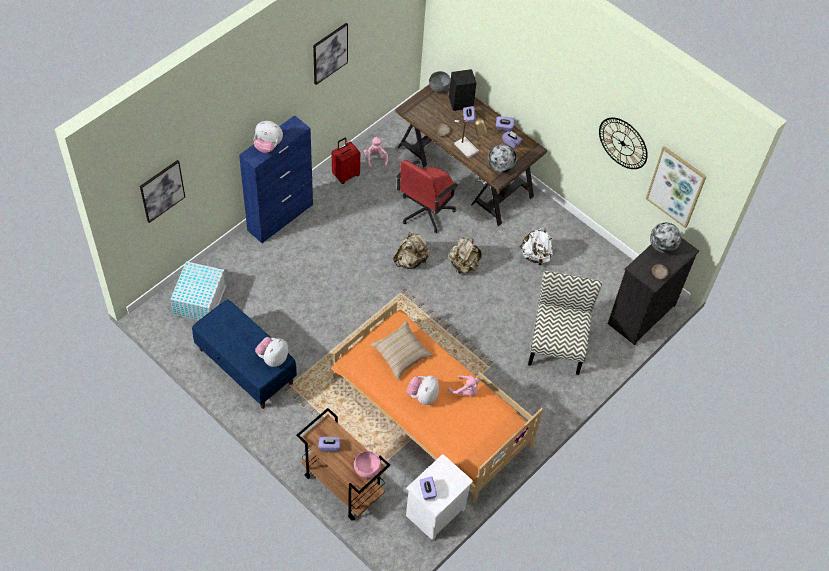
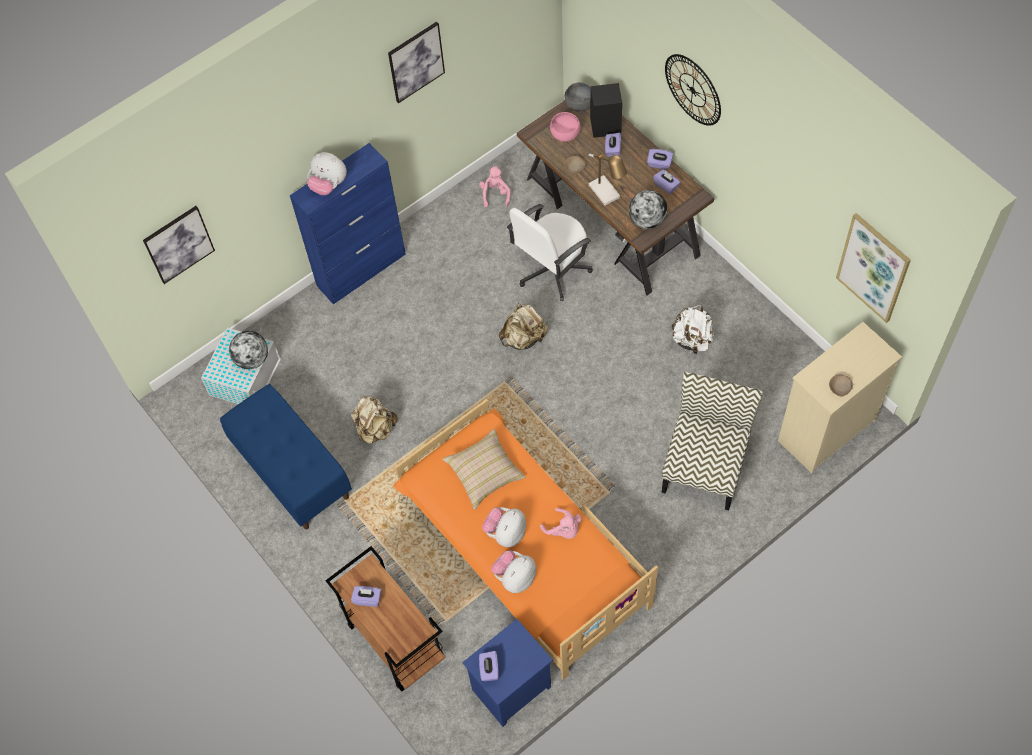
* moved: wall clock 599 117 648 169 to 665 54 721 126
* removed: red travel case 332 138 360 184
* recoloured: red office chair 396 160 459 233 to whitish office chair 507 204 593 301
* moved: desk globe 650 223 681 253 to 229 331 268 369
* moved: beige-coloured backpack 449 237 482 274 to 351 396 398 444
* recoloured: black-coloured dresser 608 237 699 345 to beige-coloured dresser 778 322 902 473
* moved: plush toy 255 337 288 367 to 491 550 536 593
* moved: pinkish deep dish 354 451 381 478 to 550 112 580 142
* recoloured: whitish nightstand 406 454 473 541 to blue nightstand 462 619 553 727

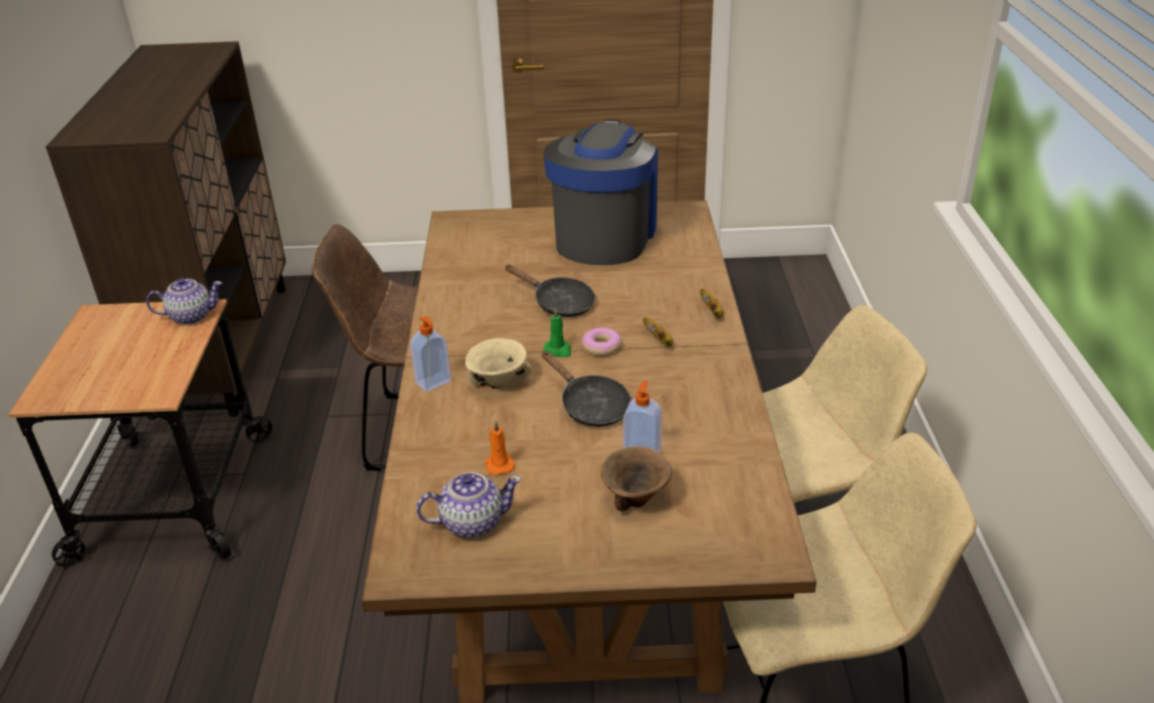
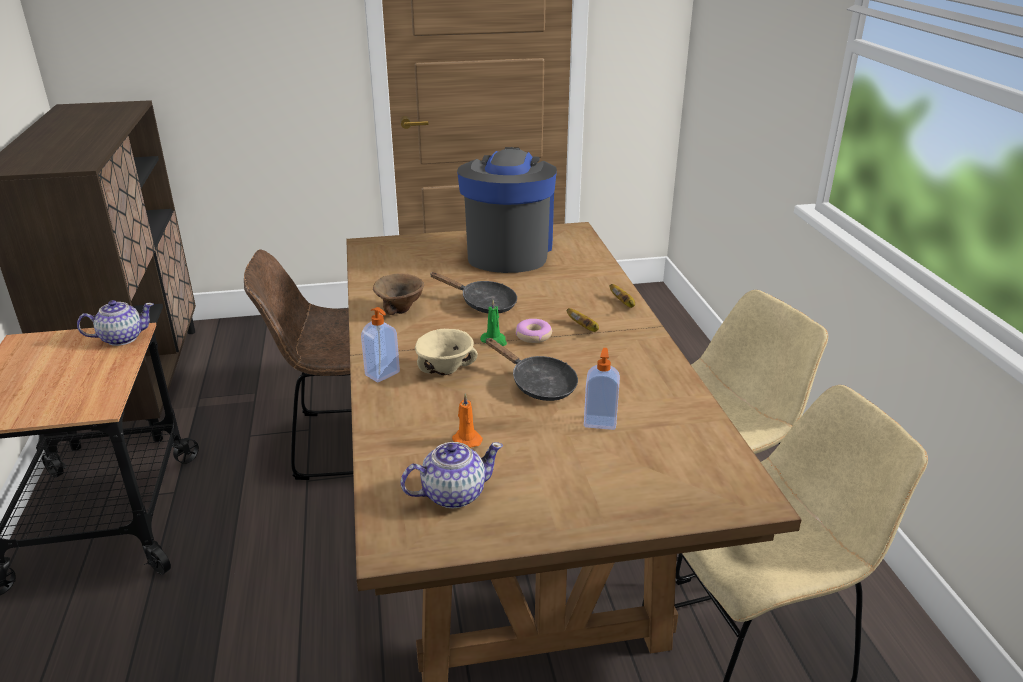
* moved: brownish deep dish 601 446 672 512 to 373 273 424 315

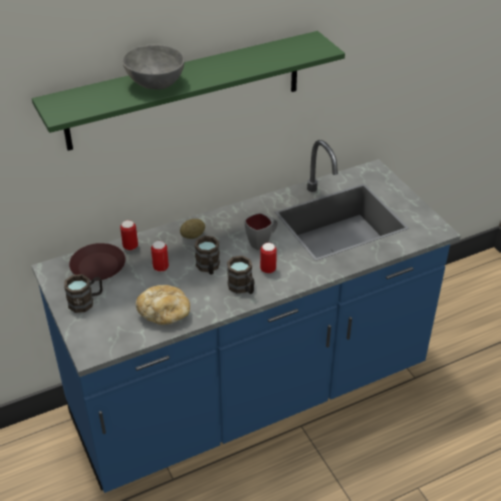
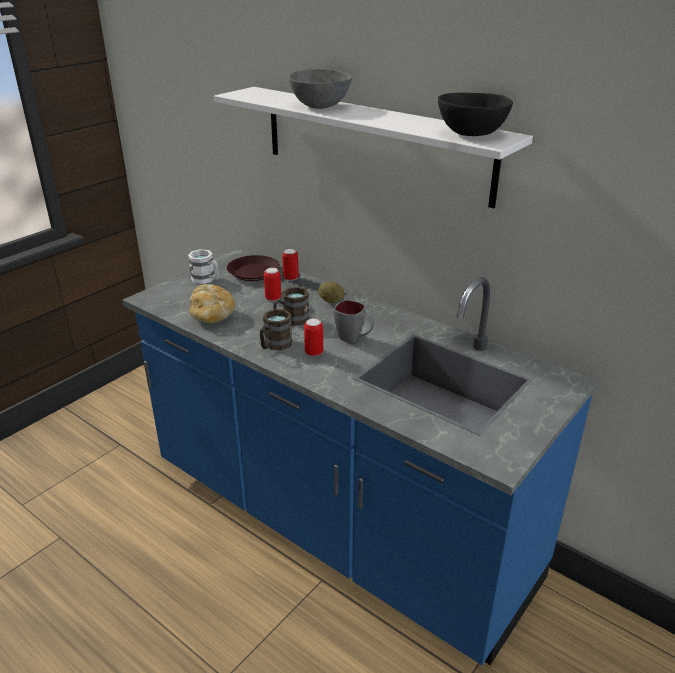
* recoloured: green bracket shelf 32 31 345 151 to whitish bracket shelf 214 87 533 208
* recoloured: brownish mug 64 274 103 313 to whitish mug 188 249 219 284
* added: black-coloured deep dish 438 92 513 136

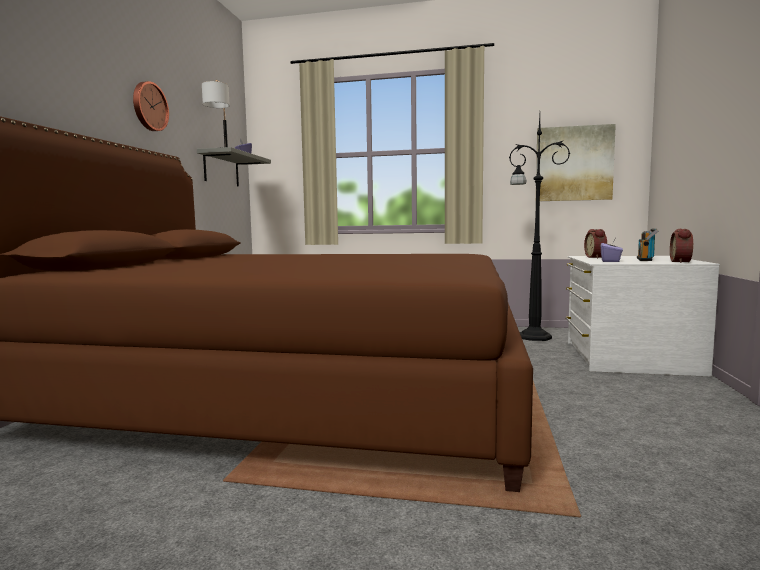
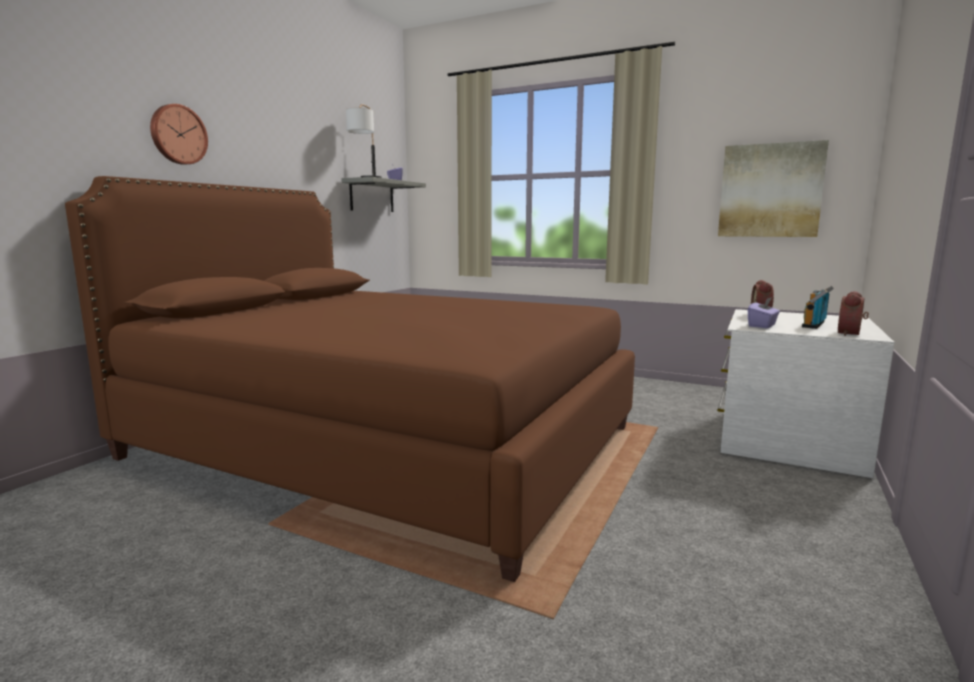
* moved: wall clock 133 81 169 131 to 150 104 208 165
* removed: black-coloured floor lamp 509 115 570 341

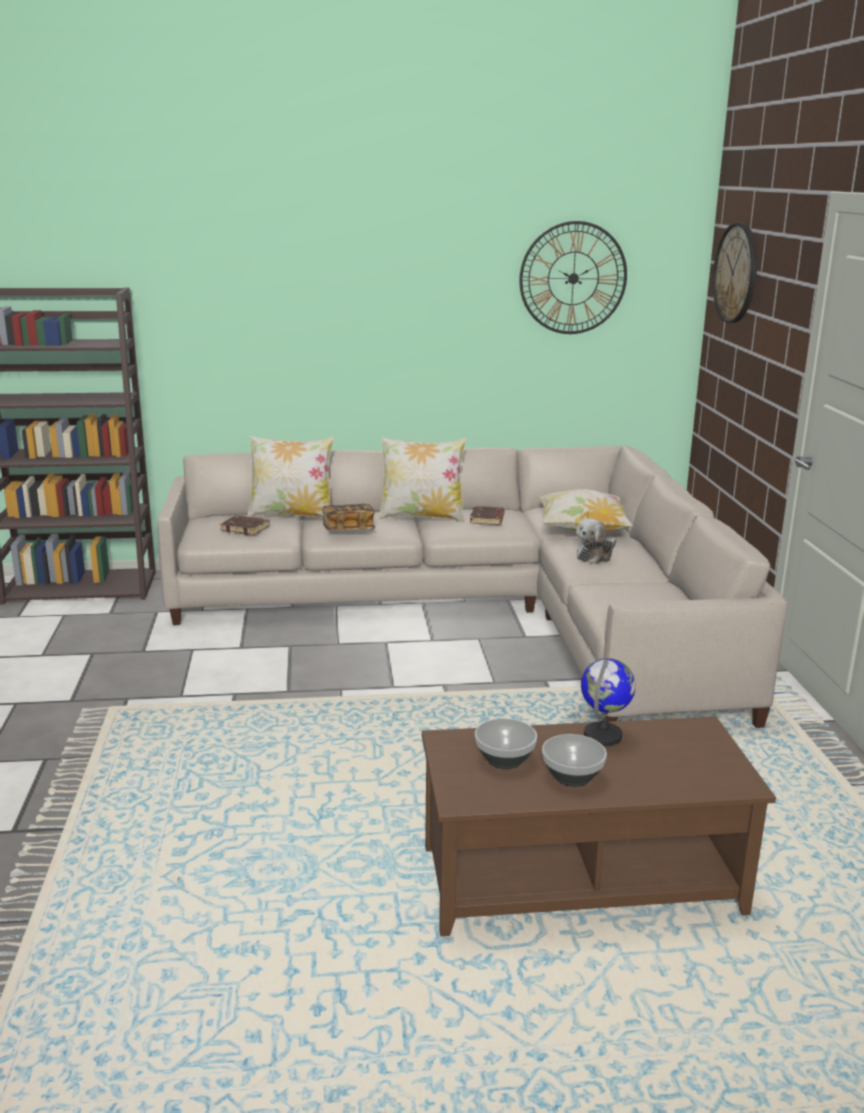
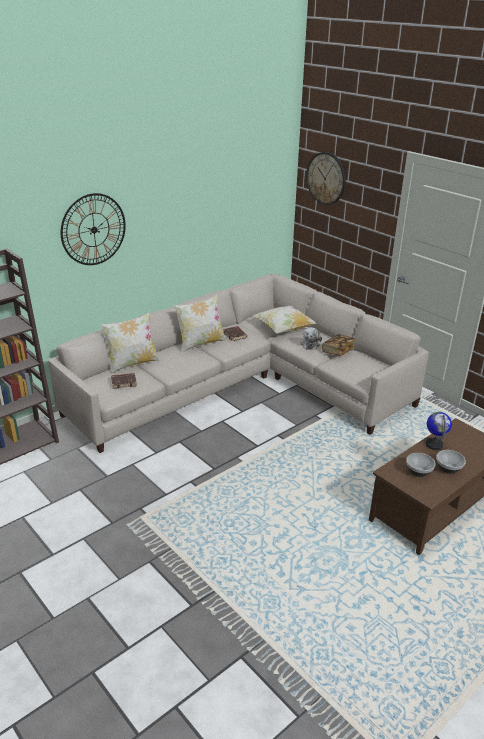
* moved: wall clock 519 221 627 334 to 61 193 126 265
* moved: book 322 504 375 530 to 322 334 356 356

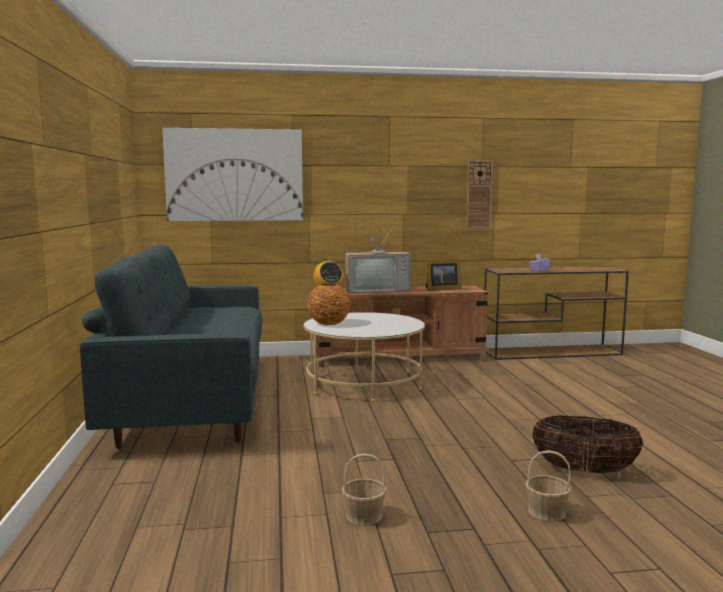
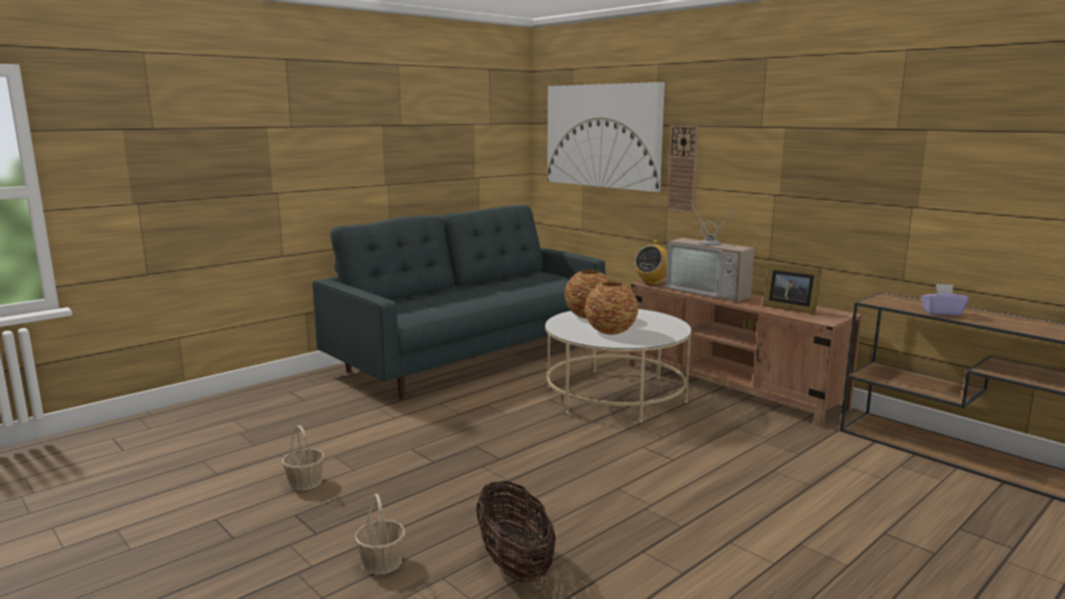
* moved: wall clock 466 161 493 229 to 667 125 699 214
* added: vase 585 282 638 335

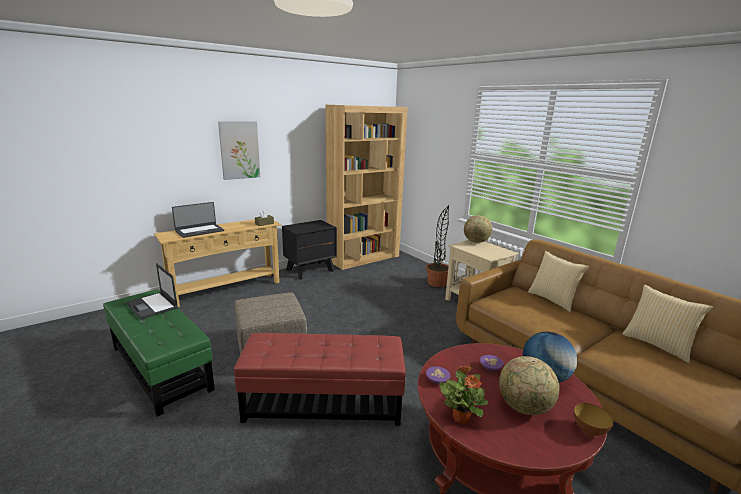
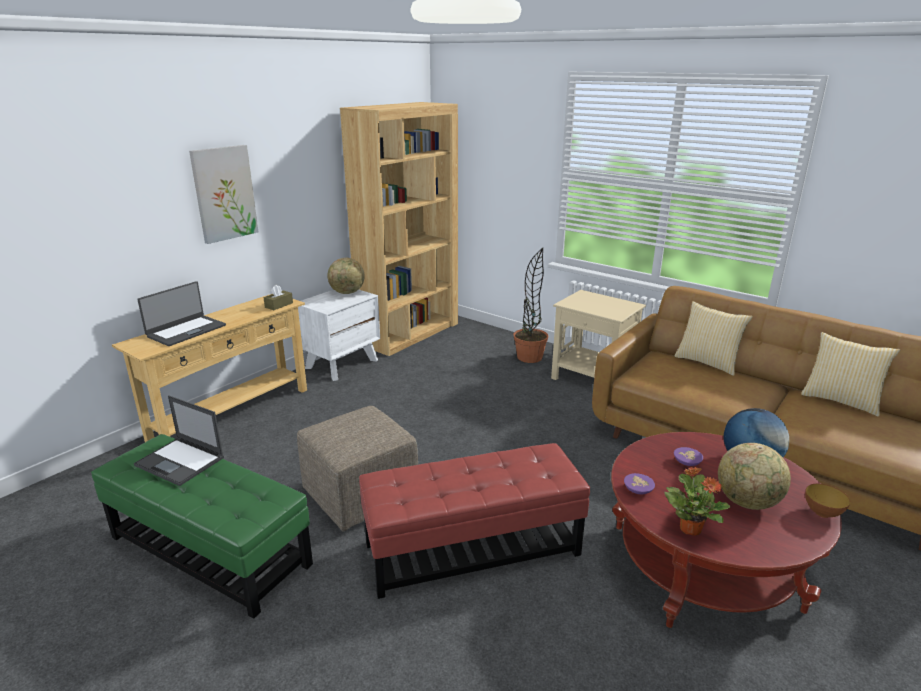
* moved: desk globe 464 215 493 243 to 327 258 365 294
* recoloured: black-coloured nightstand 282 220 337 280 to whitish nightstand 298 289 380 381

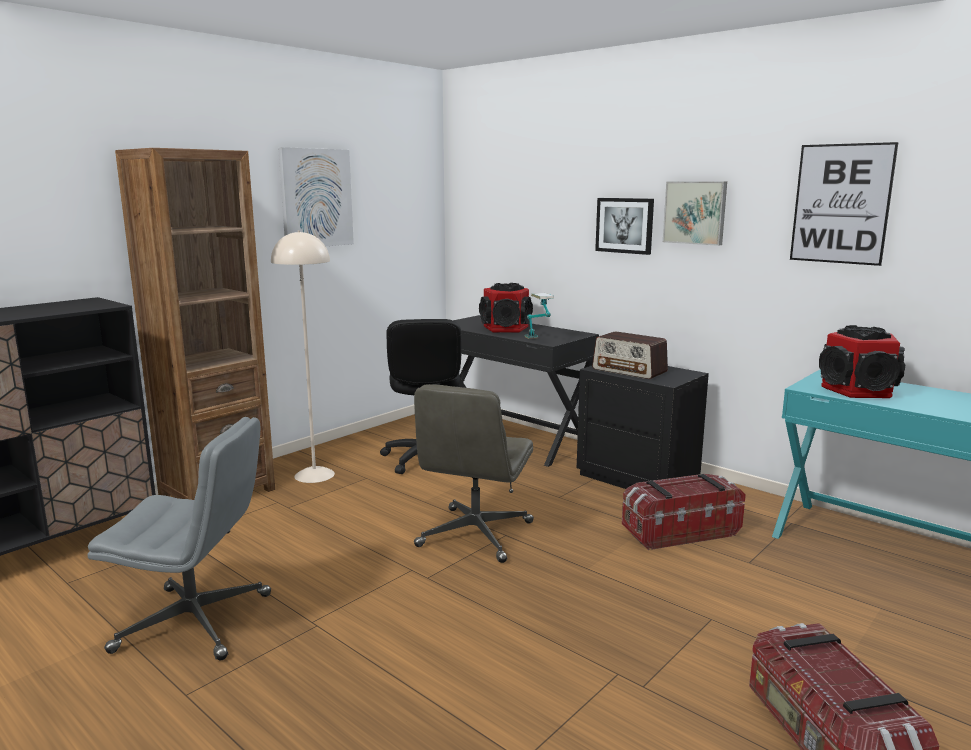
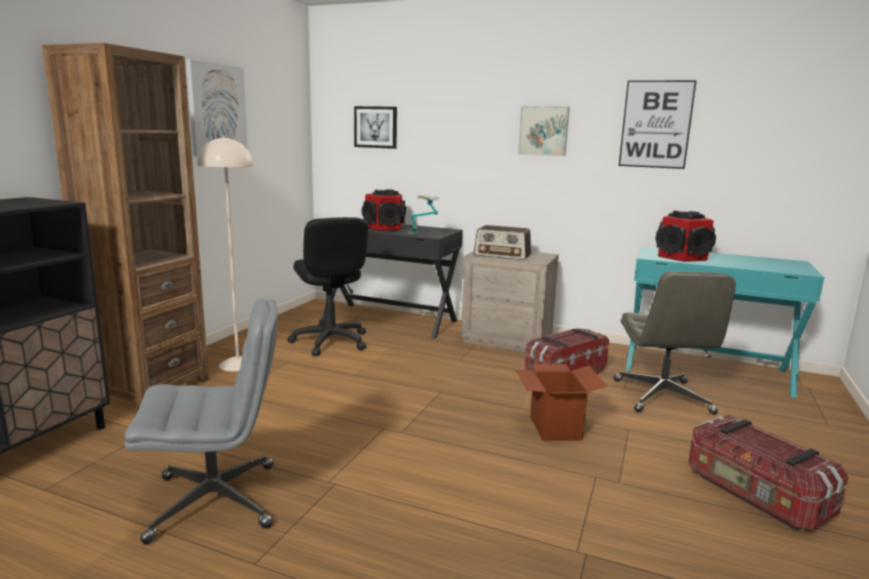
* moved: wall picture 595 198 654 255 to 354 106 397 149
* recoloured: black-coloured nightstand 576 366 709 489 to beige-coloured nightstand 461 251 559 352
* moved: gray office chair 414 384 534 563 to 614 271 736 414
* added: cardboard box 515 364 607 441

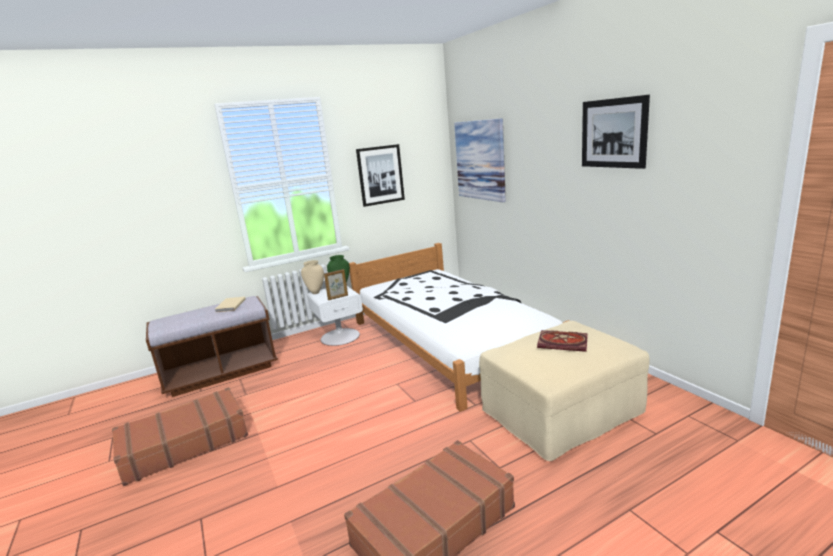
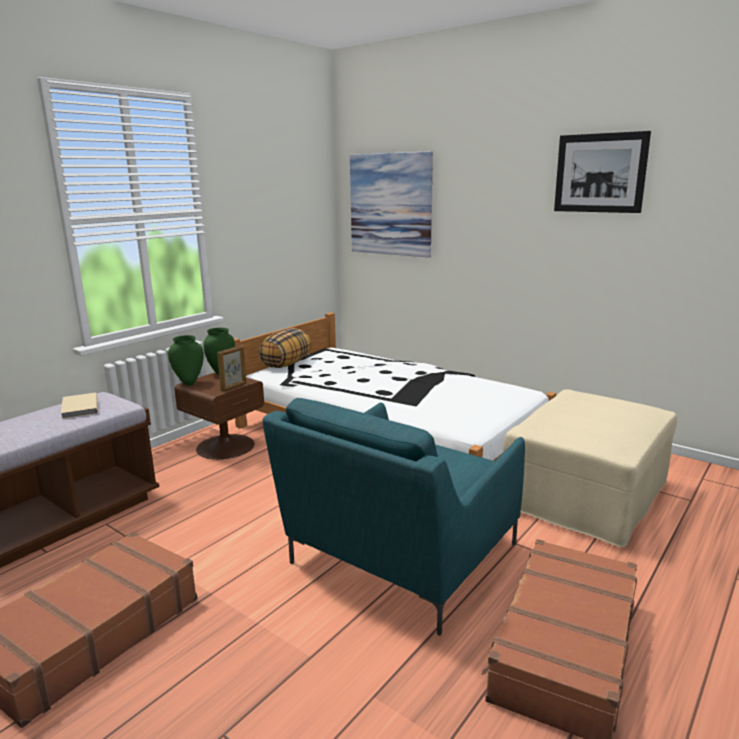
* removed: wall picture 356 144 405 207
* recoloured: beige-coloured vase 301 260 324 294 to green vase 168 335 204 386
* recoloured: whitish nightstand 307 286 363 346 to brownish nightstand 175 373 264 459
* removed: book 537 330 587 352
* added: throw pillow 259 328 312 368
* added: blue-green easy chair 262 398 525 636

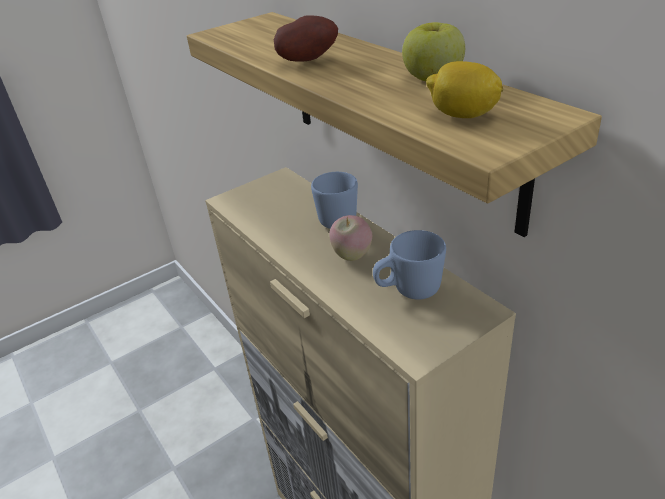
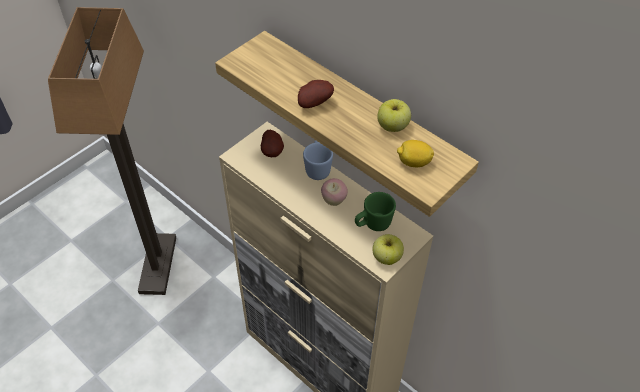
* recoloured: blue mug 373 230 446 299 to green mug 355 192 396 231
* added: floor lamp 48 7 176 295
* added: potato 261 130 284 157
* added: apple fruit 372 234 404 265

